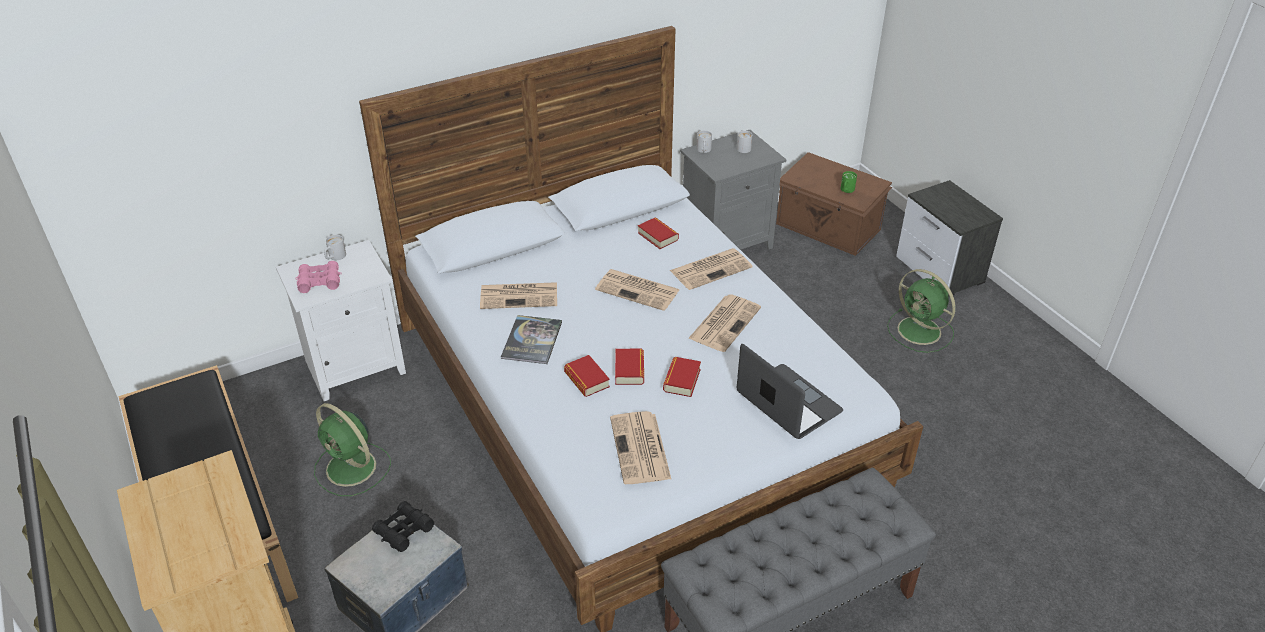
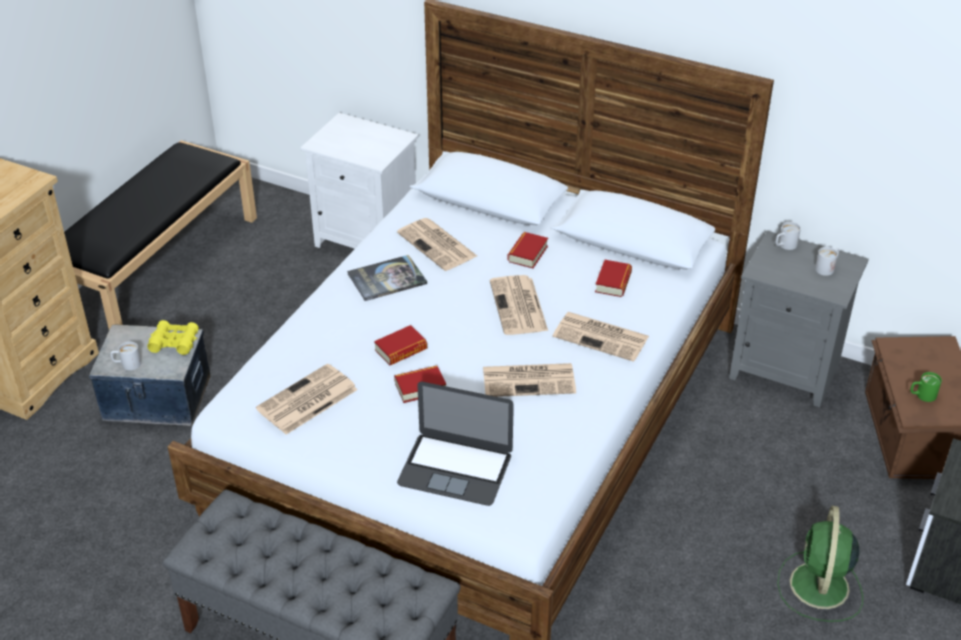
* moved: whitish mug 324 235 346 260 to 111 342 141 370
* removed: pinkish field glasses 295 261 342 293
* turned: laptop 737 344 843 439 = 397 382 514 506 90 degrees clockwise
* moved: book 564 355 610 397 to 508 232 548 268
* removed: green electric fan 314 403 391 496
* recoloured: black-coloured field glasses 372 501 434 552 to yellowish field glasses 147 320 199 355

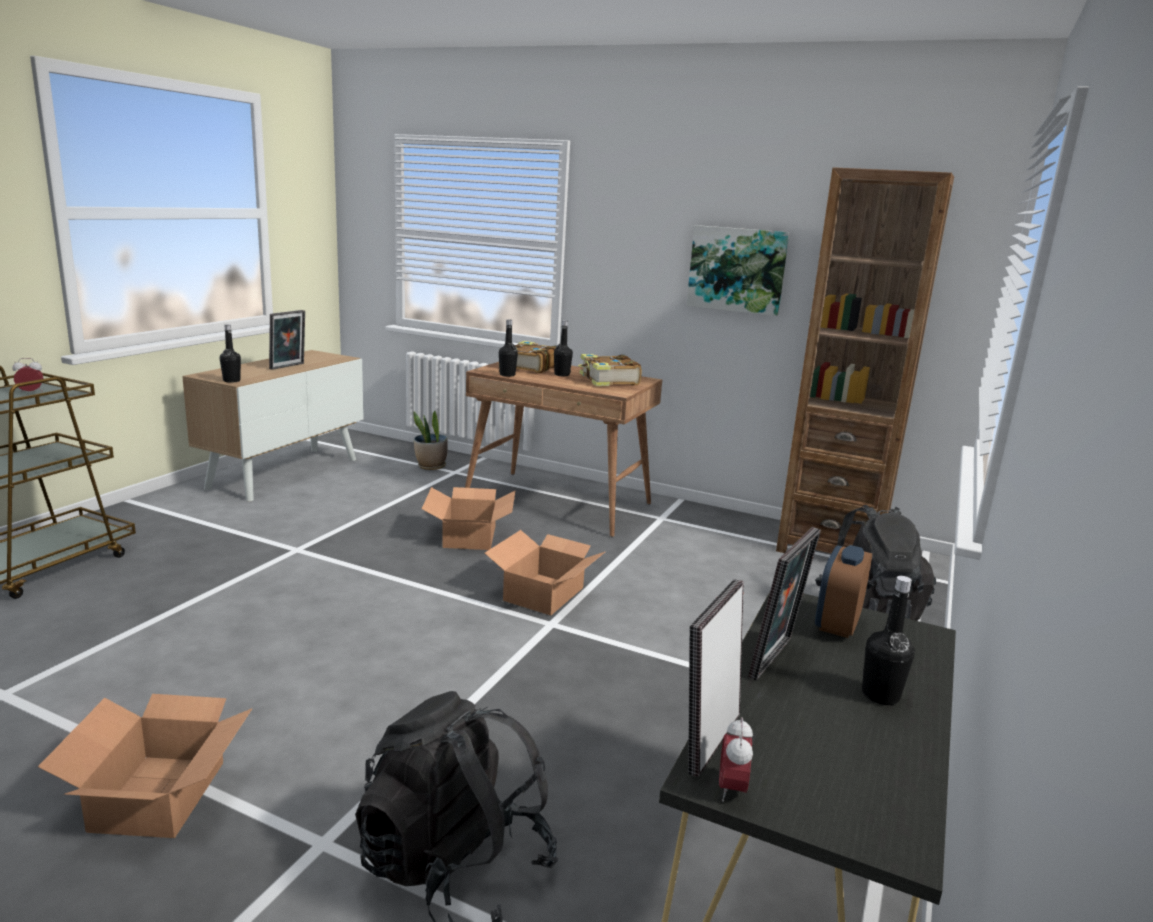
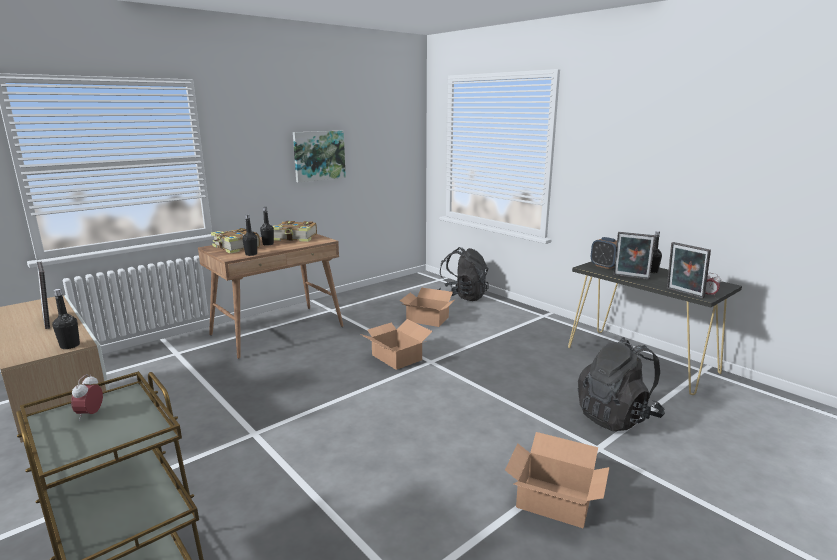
* removed: brownish bookshelf 776 167 954 553
* removed: potted plant 413 411 448 470
* moved: cardboard box 422 487 516 550 to 400 287 456 327
* turned: picture frame 748 527 821 681 = 613 232 656 280 150 degrees clockwise

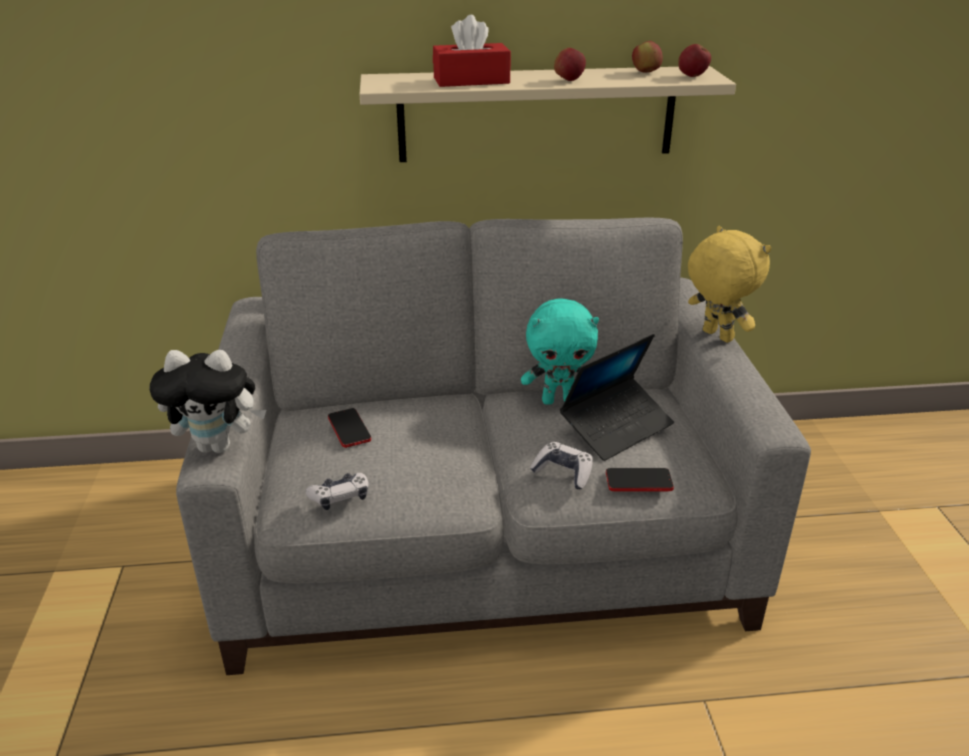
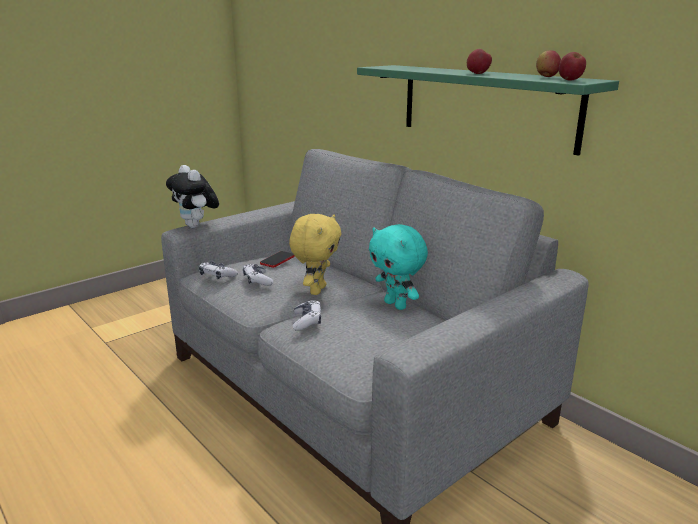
* removed: red box of tissues 433 15 511 87
* recoloured: beige-coloured bracket shelf 359 66 736 162 to green bracket shelf 357 65 619 156
* moved: yellowish plush toy 688 226 771 343 to 289 214 342 295
* removed: laptop 560 334 674 461
* removed: phone 606 468 674 491
* added: gamepad 243 264 274 286

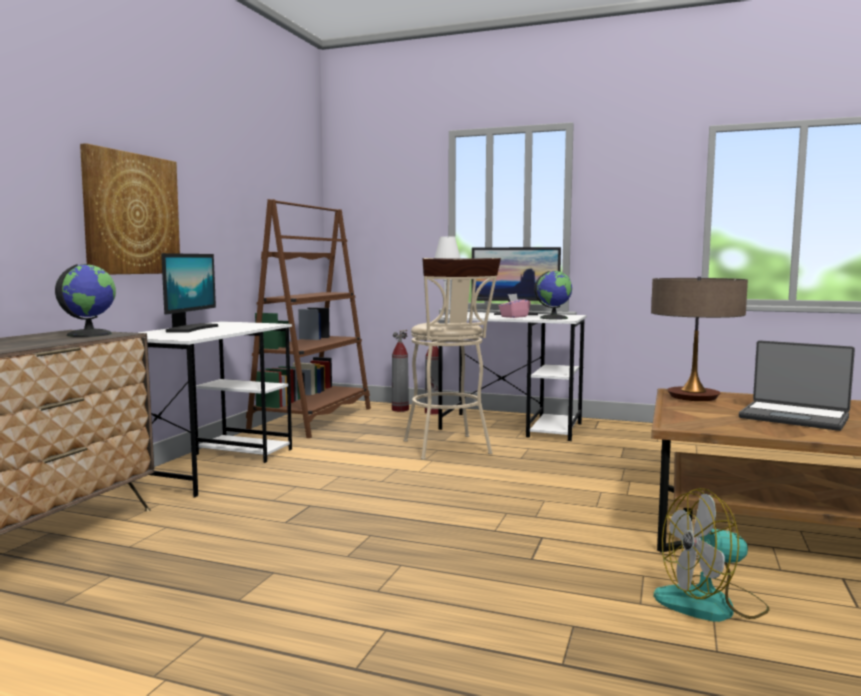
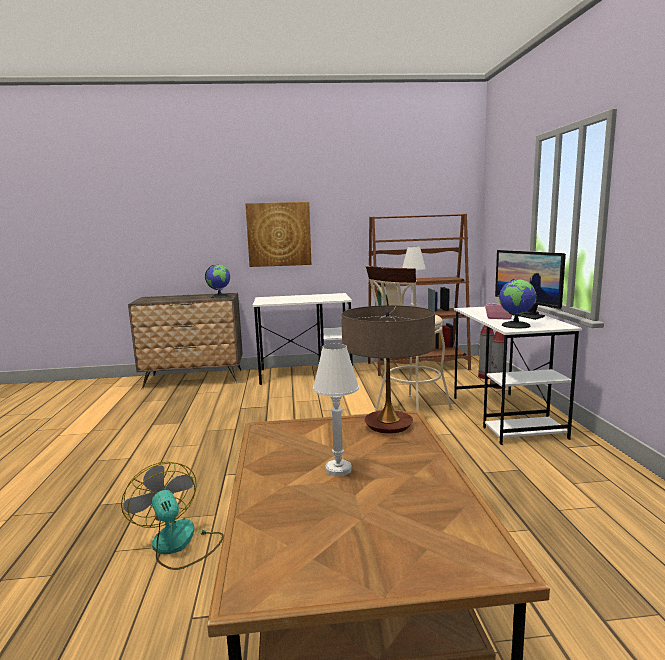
* removed: monitor 161 253 218 332
* replaced: laptop 739 340 855 431 to whitish tabletop lamp 313 343 359 476

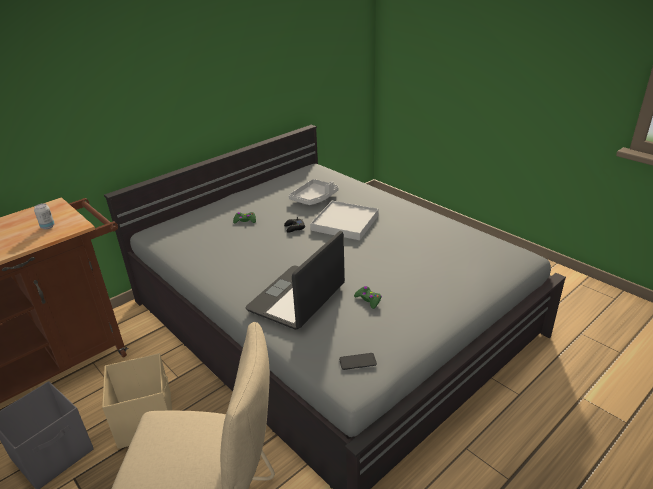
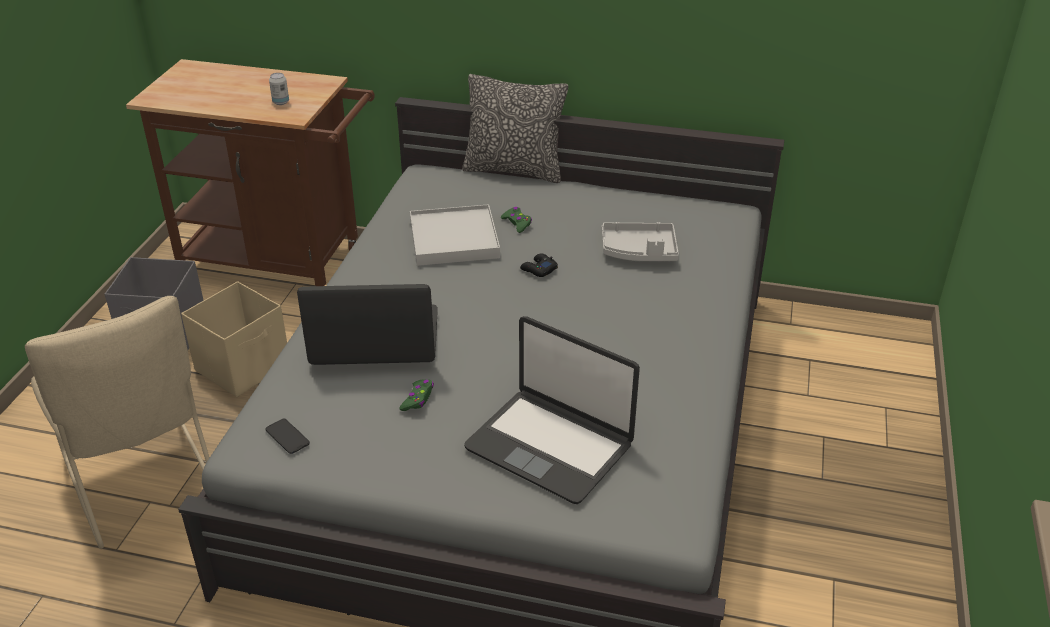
* moved: whitish carrying tray 310 201 379 240 to 410 204 500 266
* added: throw pillow 462 74 568 183
* added: laptop 464 316 640 504

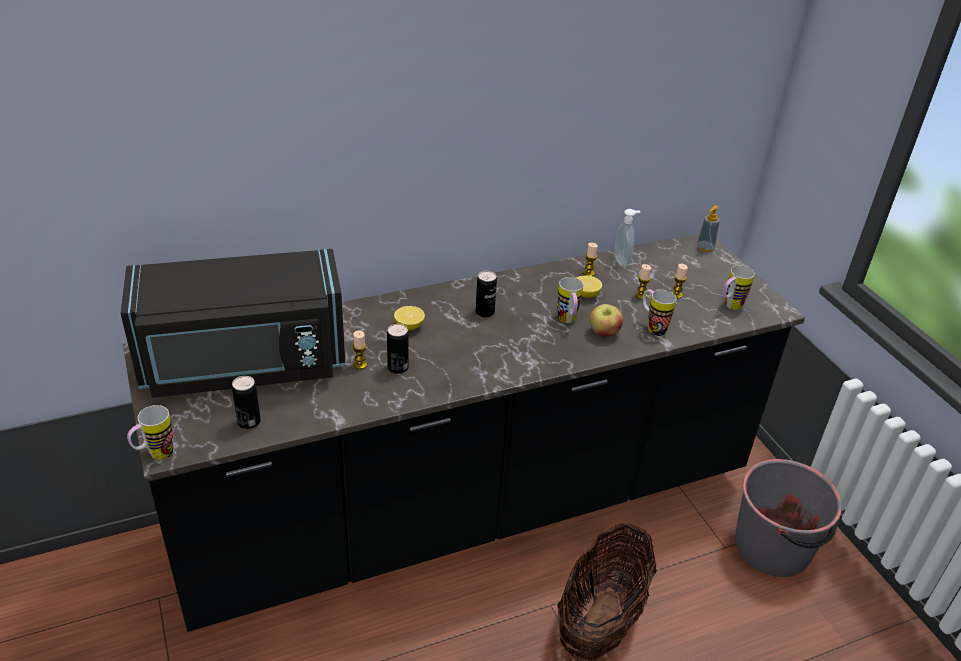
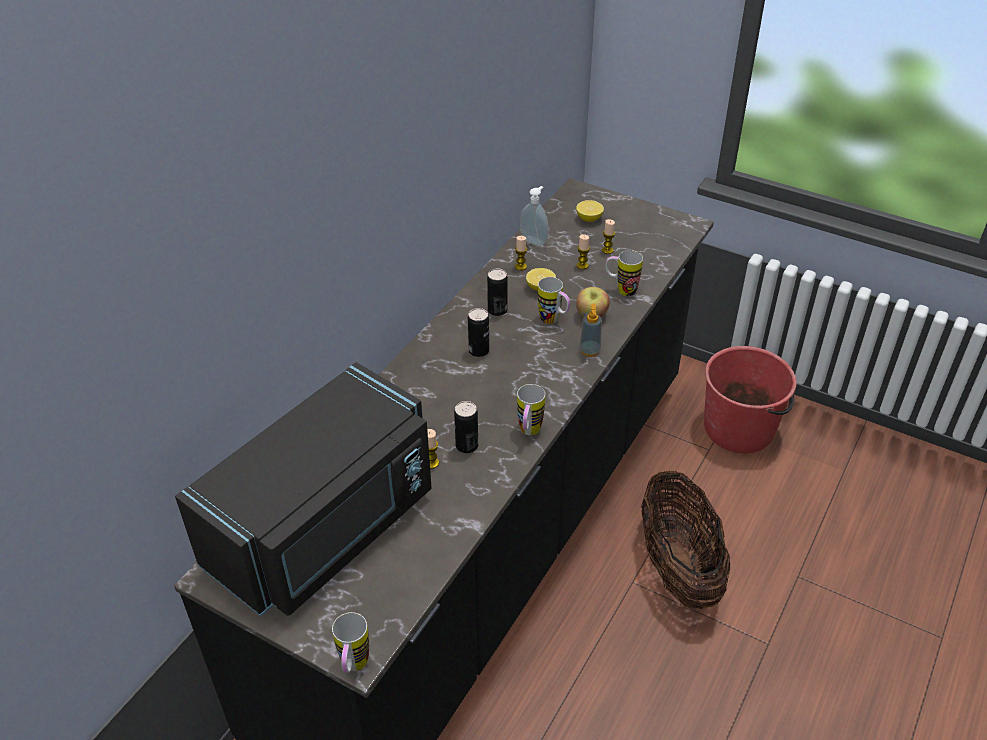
* moved: liquid soap bottle 697 206 720 252 to 579 303 602 357
* moved: mug 723 265 755 310 to 517 384 545 435
* moved: citrus fruit 394 306 425 330 to 576 200 604 222
* moved: sealed can 232 376 261 429 to 487 269 508 316
* recoloured: gray water bucket 735 459 842 577 to red water bucket 704 346 797 453

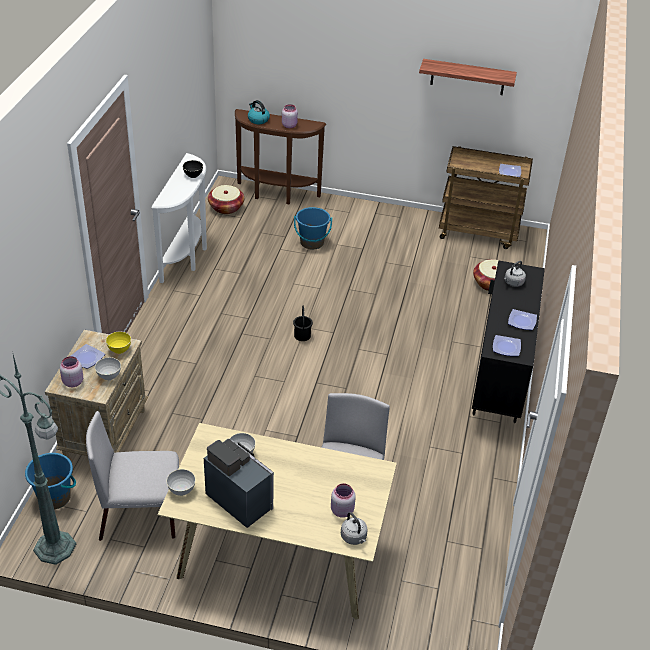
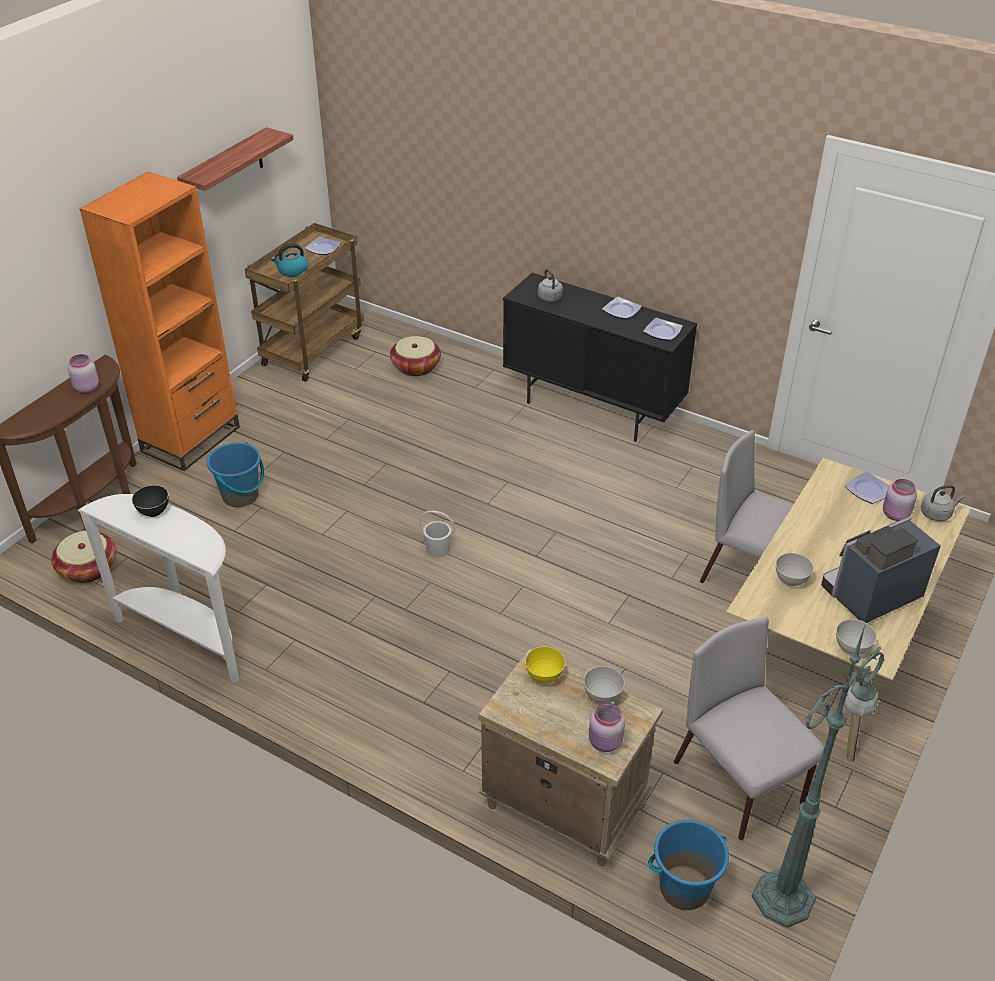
* moved: tea kettle 248 100 270 124 to 271 243 308 277
* recoloured: black-coloured water bucket 293 306 313 341 to whitish water bucket 419 511 455 558
* moved: dinner plate 71 344 105 369 to 845 471 890 504
* turned: gray plain chair 86 411 179 541 = 674 617 824 840 135 degrees clockwise
* added: orangey bookshelf 79 172 240 471

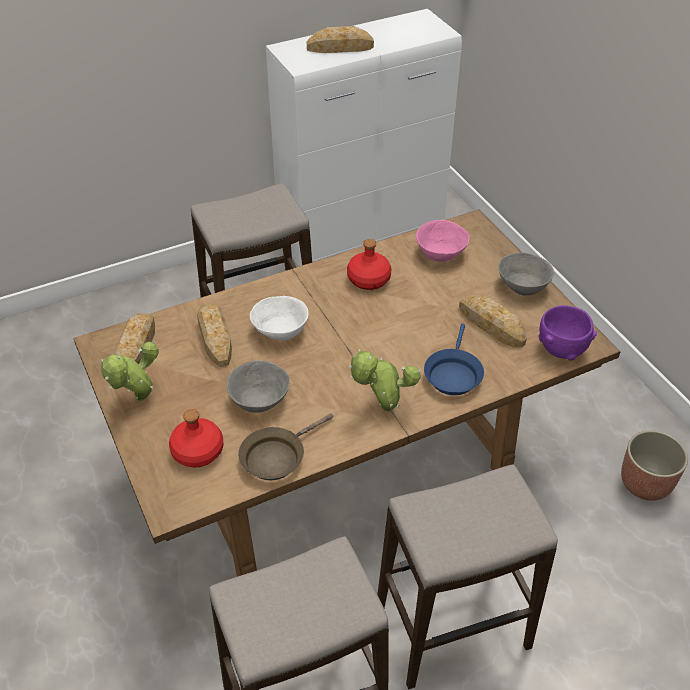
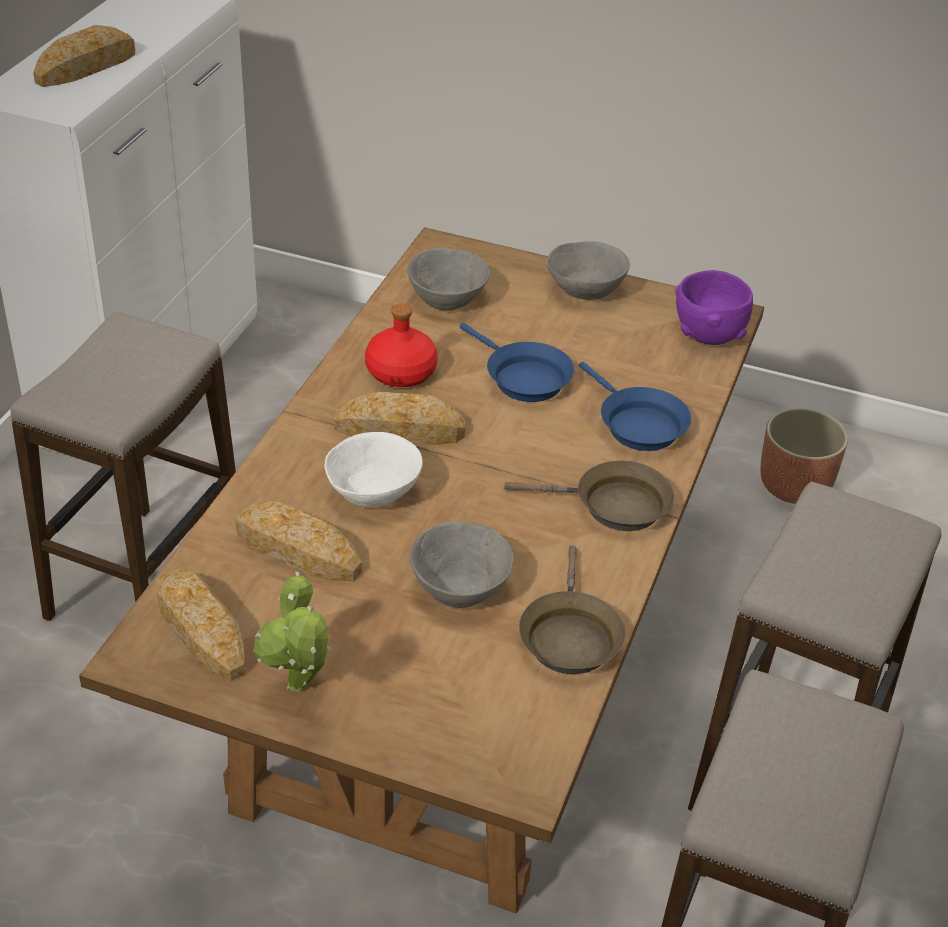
* recoloured: pinkish deep dish 416 220 469 261 to gray deep dish 407 248 490 311
* moved: bakery bread 459 295 527 348 to 334 392 466 445
* replaced: potted plant 348 350 421 412 to brownish skillet 504 460 674 531
* removed: red bottle 169 409 223 468
* added: blue skillet 460 323 574 402

